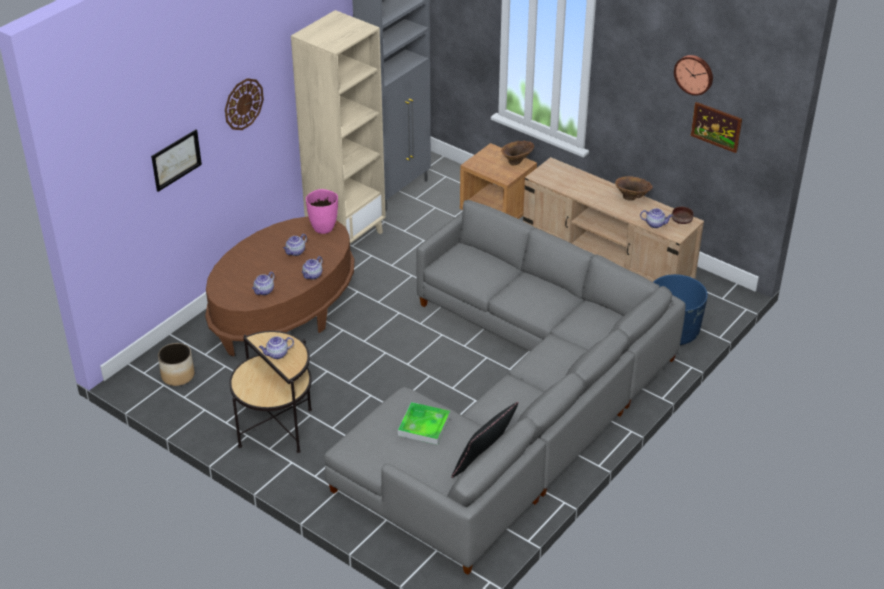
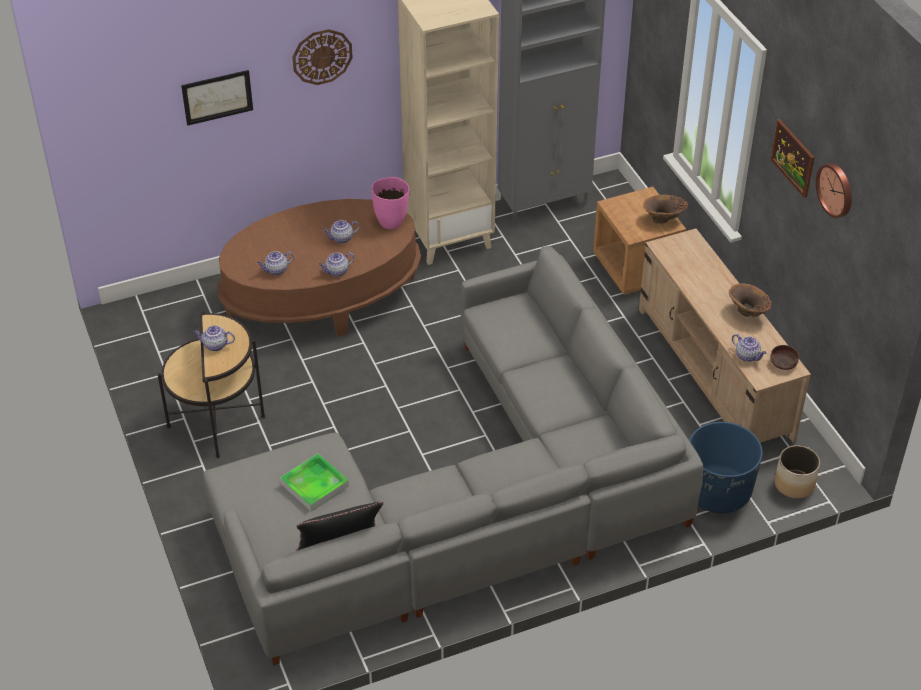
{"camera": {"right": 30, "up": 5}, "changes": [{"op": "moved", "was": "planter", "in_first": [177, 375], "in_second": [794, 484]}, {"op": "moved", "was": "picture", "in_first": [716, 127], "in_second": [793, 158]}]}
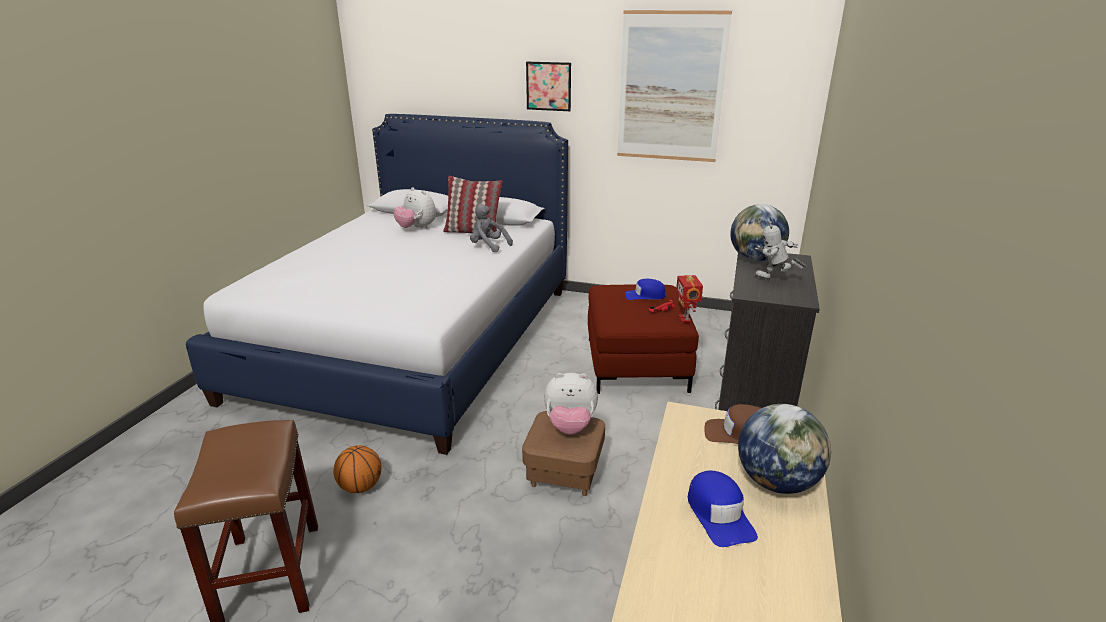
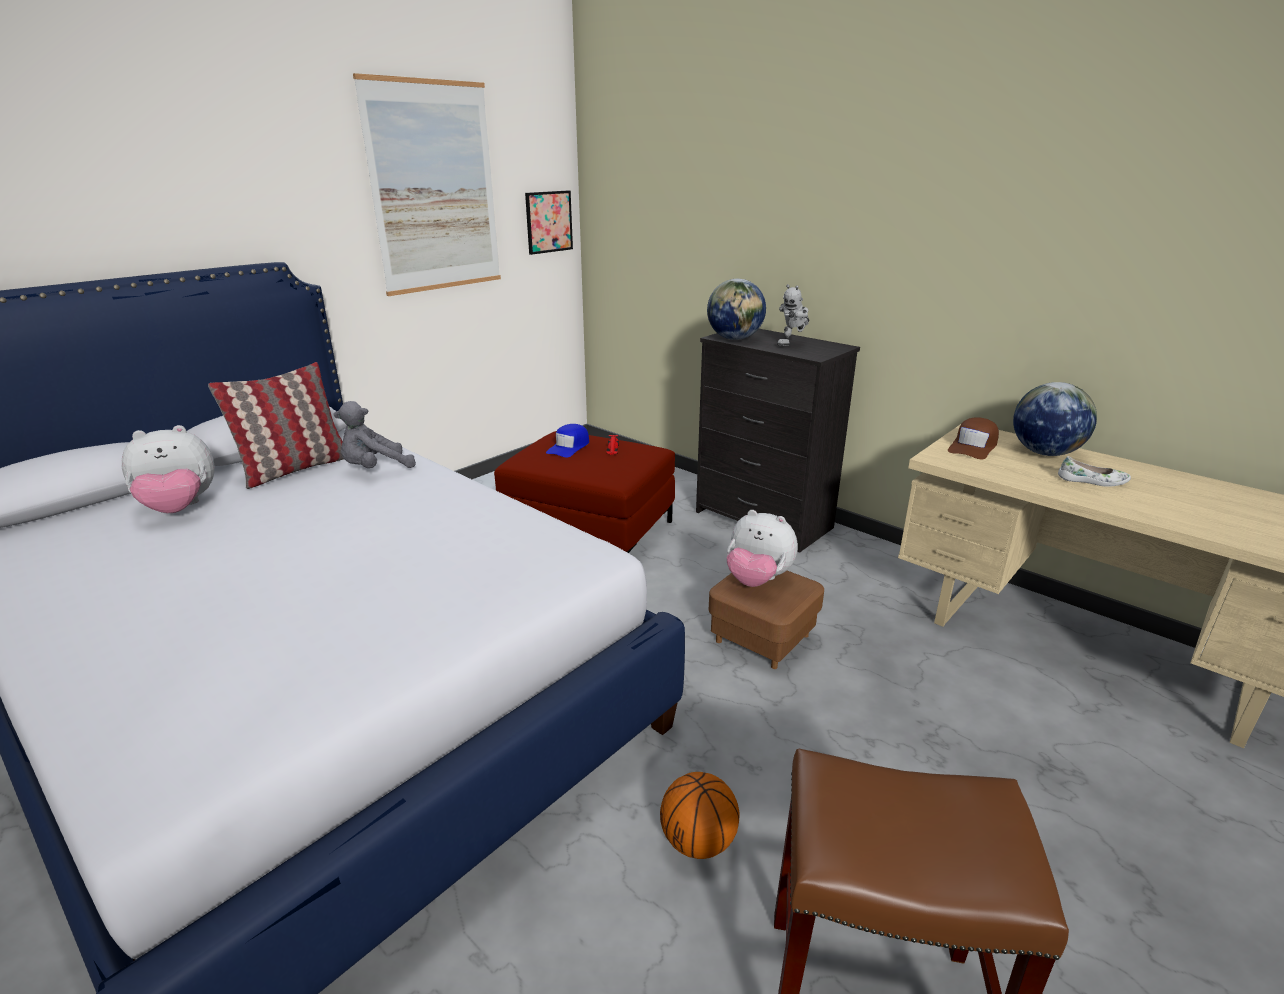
{"camera": {"right": -65, "up": 0}, "changes": [{"op": "moved", "was": "picture", "in_first": [548, 86], "in_second": [549, 222]}, {"op": "turned", "was": "plush toy", "in_first": [570, 426], "in_second": [757, 580], "clockwise": 90}, {"op": "removed", "was": "toy robot", "in_first": [685, 319]}, {"op": "replaced", "was": "cap in blue", "now": "shoe in white", "in_first": [719, 514], "in_second": [1092, 481]}]}
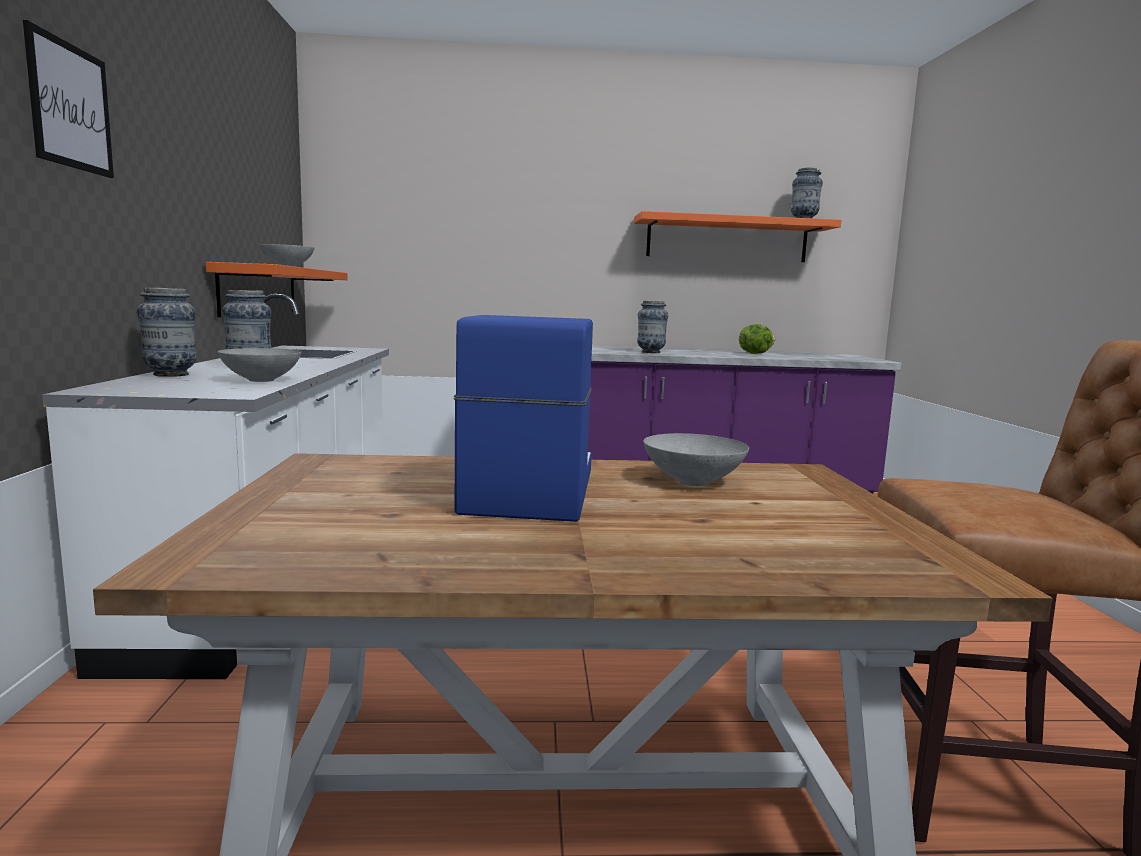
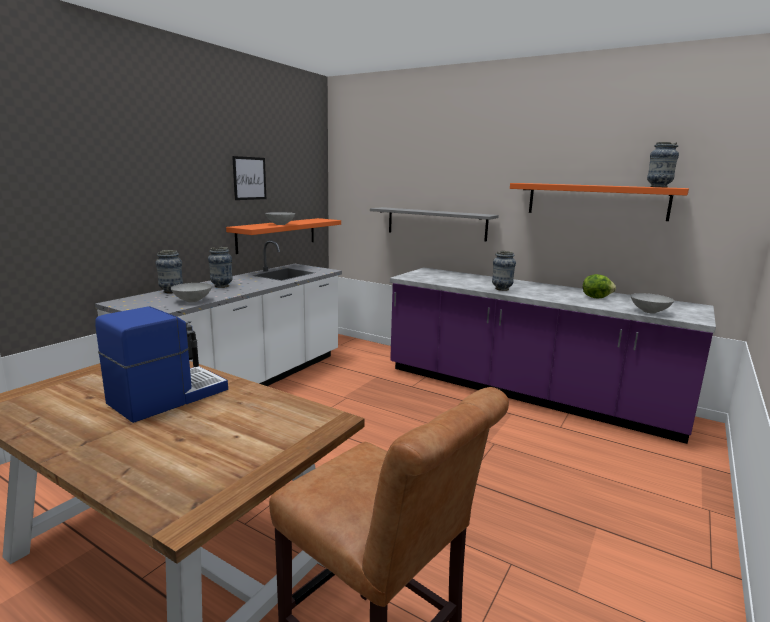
{"camera": {"right": 35, "up": 5}, "changes": [{"op": "moved", "was": "picture", "in_first": [70, 106], "in_second": [249, 178]}, {"op": "moved", "was": "bowl in grey", "in_first": [691, 482], "in_second": [648, 311]}, {"op": "added", "now": "shelf in grey", "in_second": [436, 223]}]}
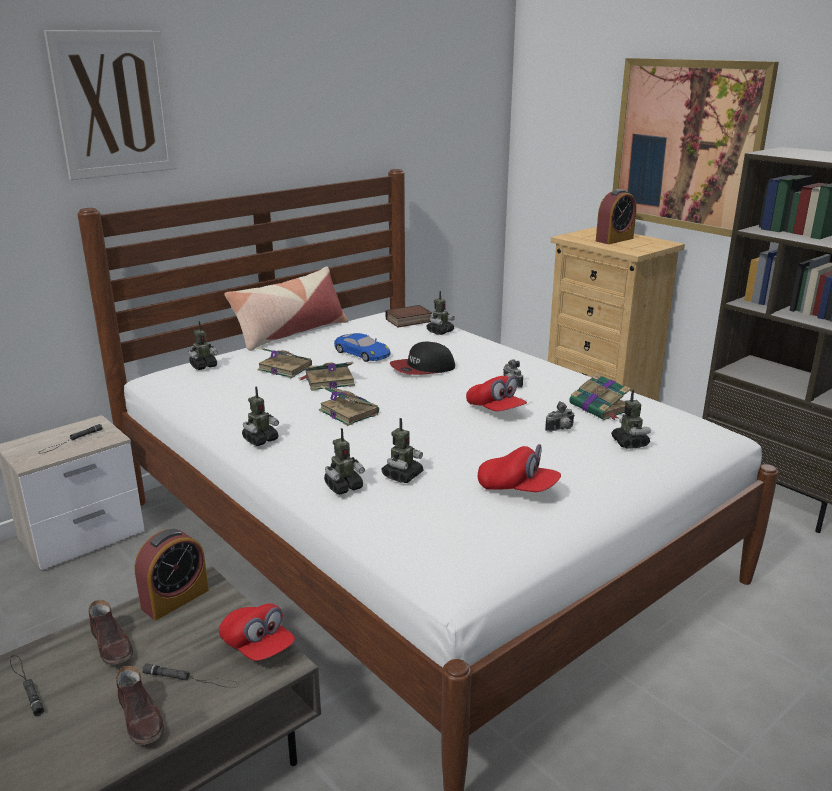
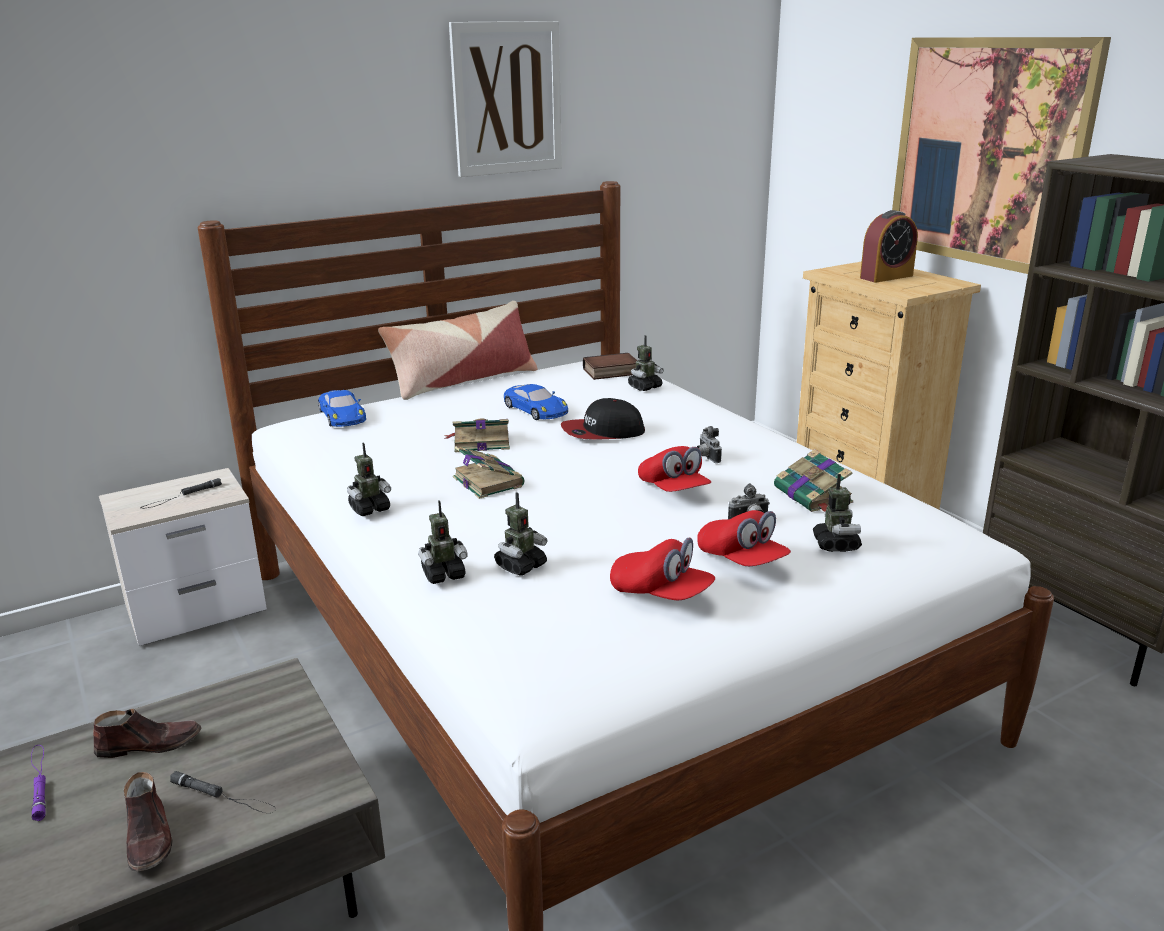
{"camera": {"right": 10, "up": 0}, "changes": [{"op": "recoloured", "was": "flashlight in black", "now": "flashlight in purple", "in_first": [26, 685], "in_second": [38, 781]}, {"op": "moved", "was": "picture", "in_first": [114, 104], "in_second": [507, 99]}, {"op": "turned", "was": "shoe in brown", "in_first": [112, 645], "in_second": [150, 744], "clockwise": -75}, {"op": "removed", "was": "alarm clock", "in_first": [175, 599]}, {"op": "replaced", "was": "toy robot", "now": "toy car in blue", "in_first": [203, 366], "in_second": [342, 416]}, {"op": "moved", "was": "cap in red", "in_first": [258, 646], "in_second": [742, 560]}, {"op": "removed", "was": "book", "in_first": [284, 368]}]}
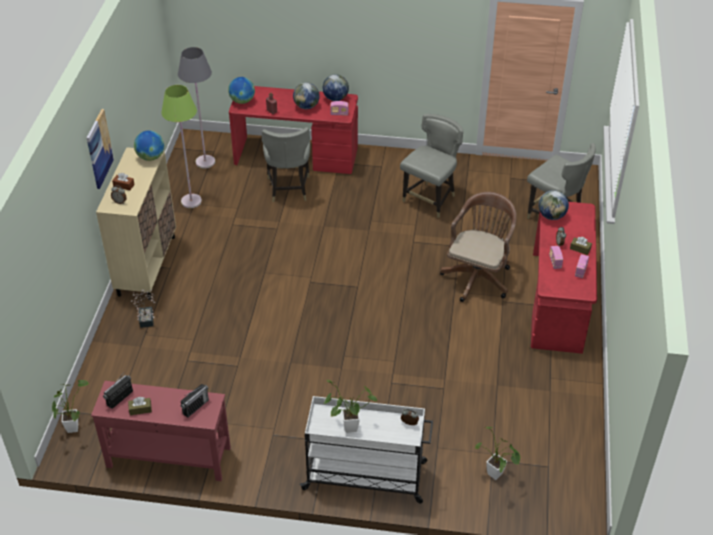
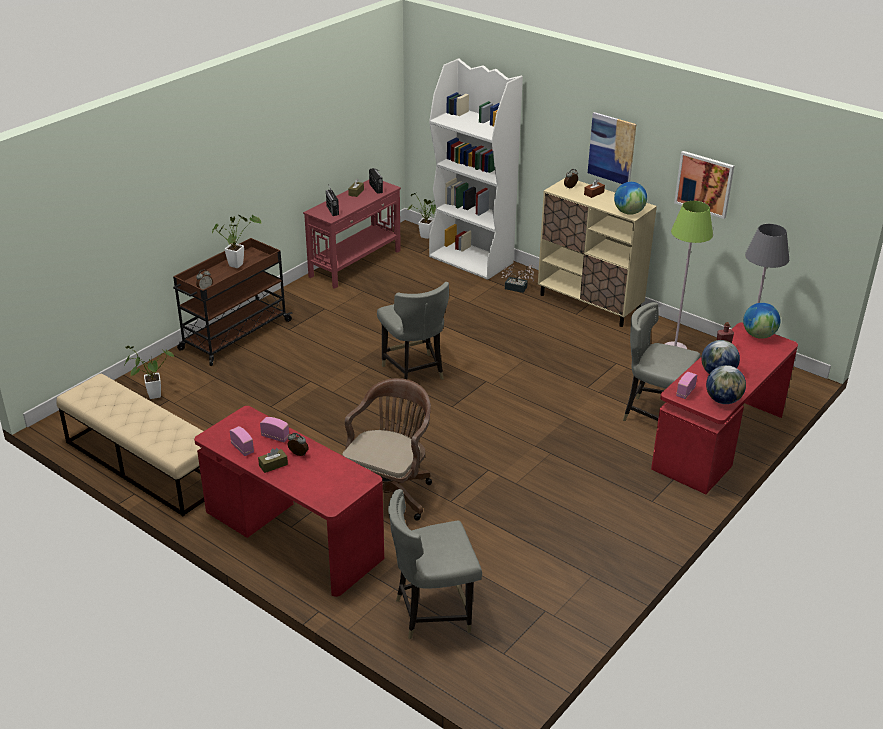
{"camera": {"right": 120, "up": -10}, "changes": [{"op": "recoloured", "was": "cart in white", "now": "cart in brown", "in_first": [366, 476], "in_second": [234, 335]}, {"op": "moved", "was": "chair in grey", "in_first": [430, 200], "in_second": [414, 371]}, {"op": "turned", "was": "office chair in brown", "in_first": [478, 276], "in_second": [389, 493], "clockwise": -120}, {"op": "removed", "was": "globe", "in_first": [551, 216]}, {"op": "added", "now": "bench in beige", "in_second": [143, 464]}, {"op": "added", "now": "bookcase in white", "in_second": [471, 260]}, {"op": "added", "now": "picture", "in_second": [704, 184]}]}
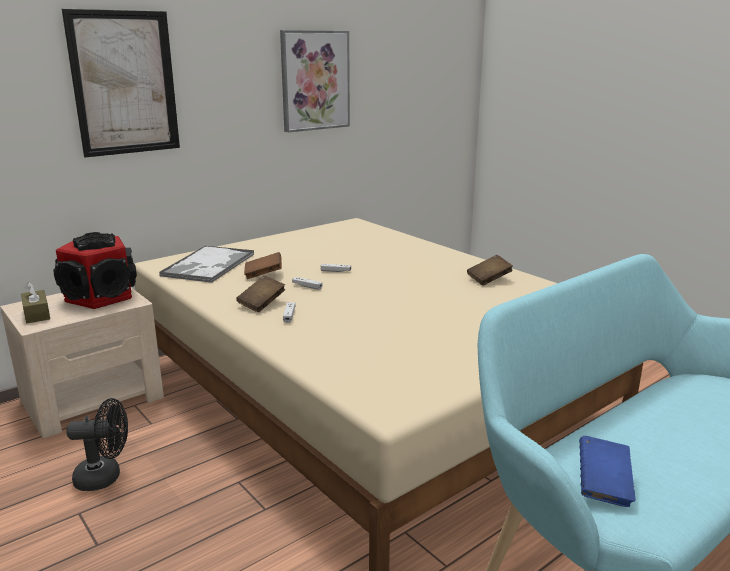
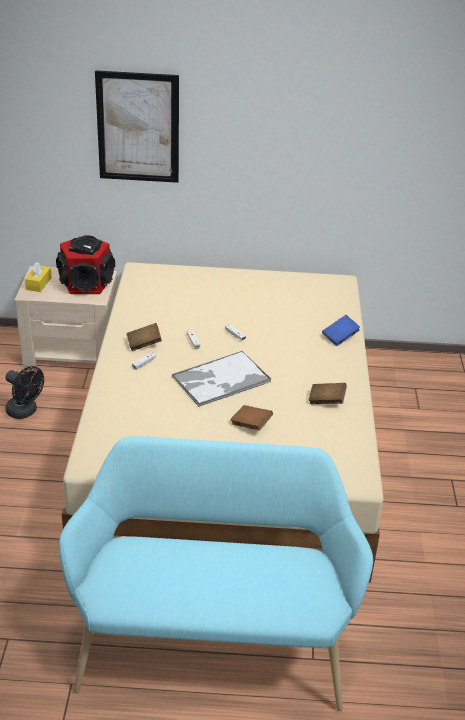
{"camera": {"right": 40, "up": 15}, "changes": [{"op": "recoloured", "was": "tissue box in brown", "now": "tissue box in yellow", "in_first": [37, 314], "in_second": [39, 283]}, {"op": "moved", "was": "tray", "in_first": [208, 265], "in_second": [220, 380]}, {"op": "moved", "was": "book in brown", "in_first": [263, 275], "in_second": [251, 425]}, {"op": "removed", "was": "picture", "in_first": [315, 80]}, {"op": "moved", "was": "book in blue", "in_first": [603, 485], "in_second": [340, 337]}]}
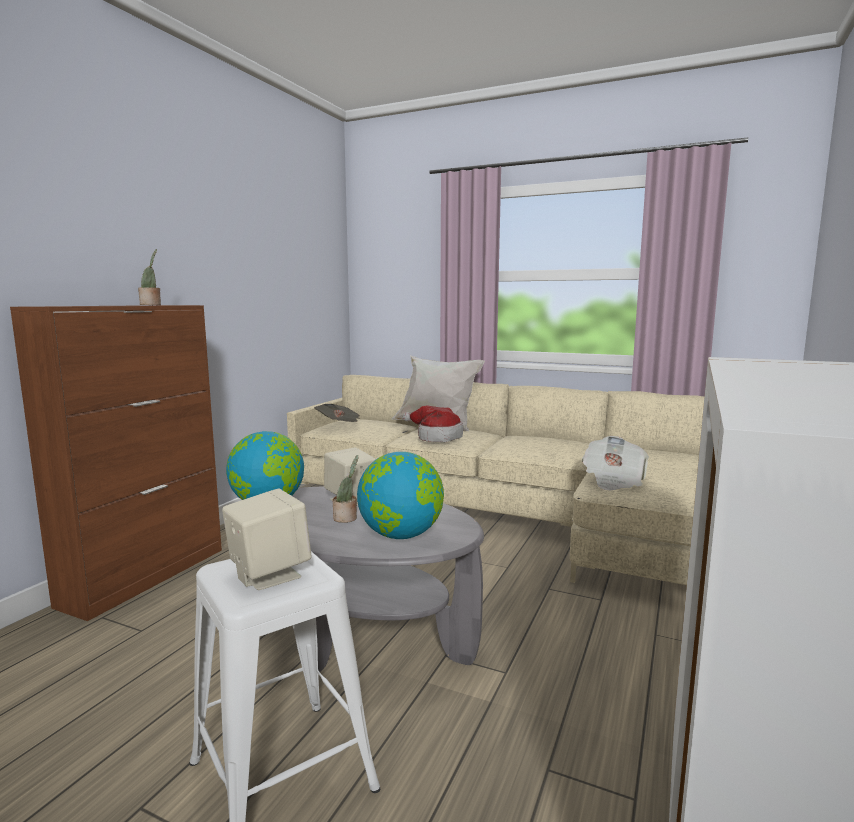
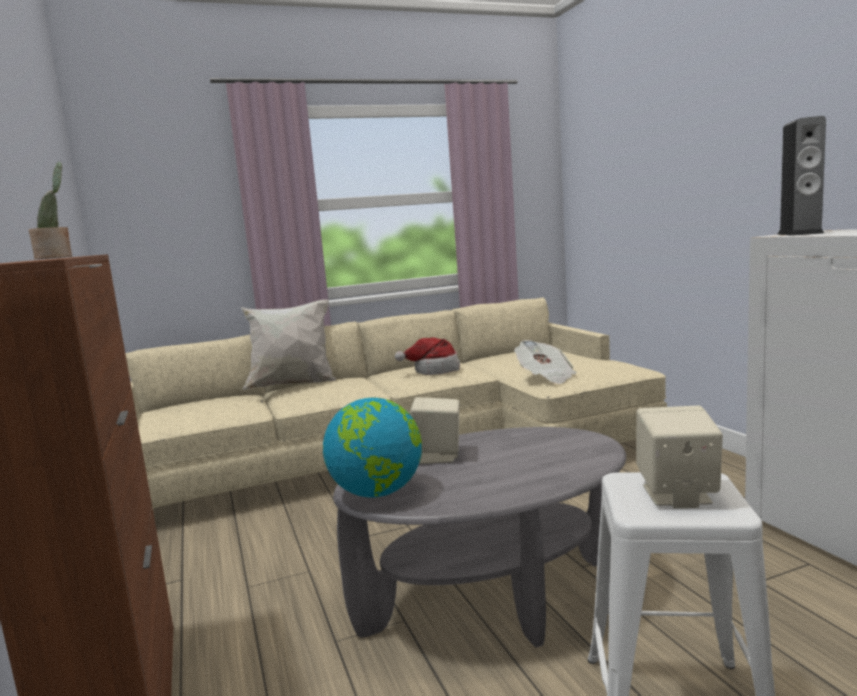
{"camera": {"right": -45, "up": 0}, "changes": [{"op": "removed", "was": "newspaper", "in_first": [339, 426]}, {"op": "removed", "was": "potted plant", "in_first": [346, 518]}, {"op": "removed", "was": "globe", "in_first": [401, 535]}, {"op": "moved", "was": "hat", "in_first": [436, 437], "in_second": [434, 370]}, {"op": "added", "now": "speaker", "in_second": [800, 233]}]}
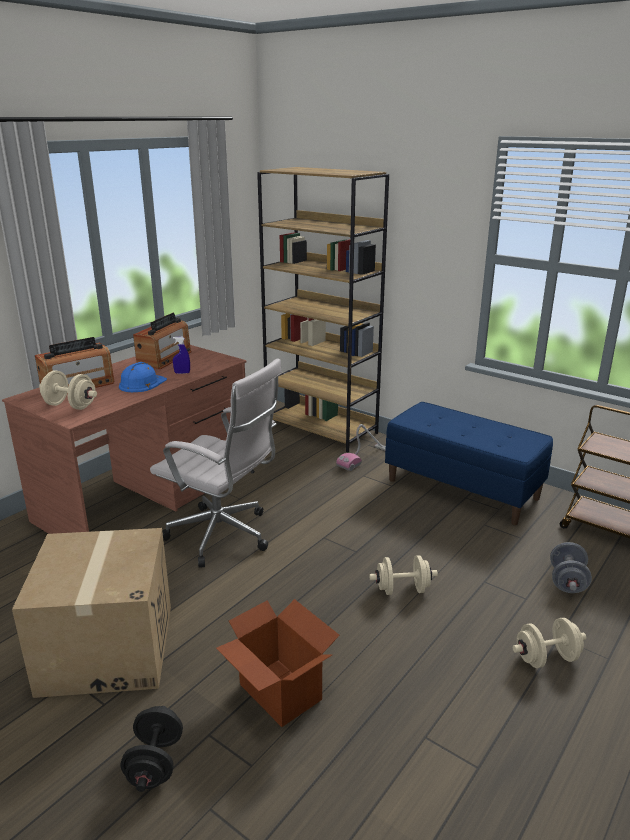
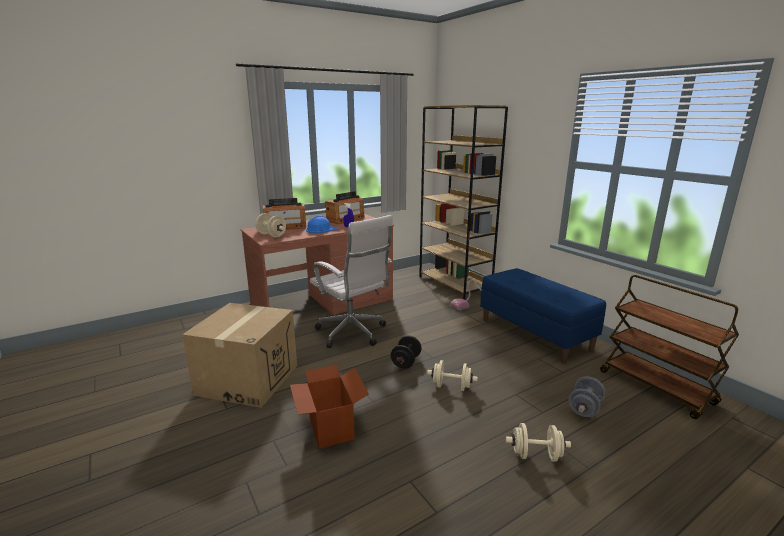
{"camera": {"right": 20, "up": -5}, "changes": [{"op": "moved", "was": "dumbbell in black", "in_first": [155, 763], "in_second": [406, 362]}]}
